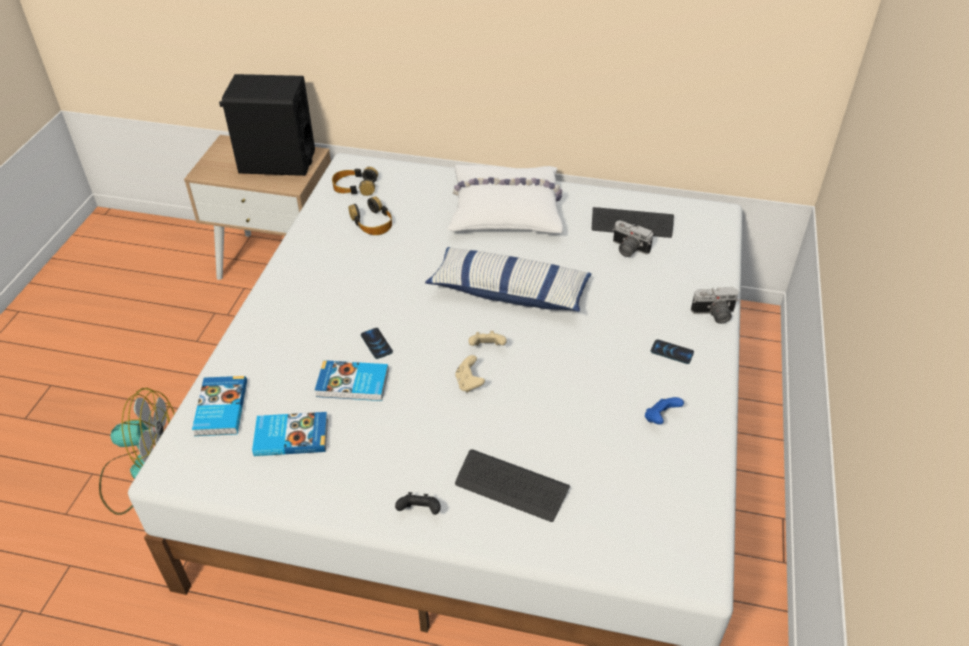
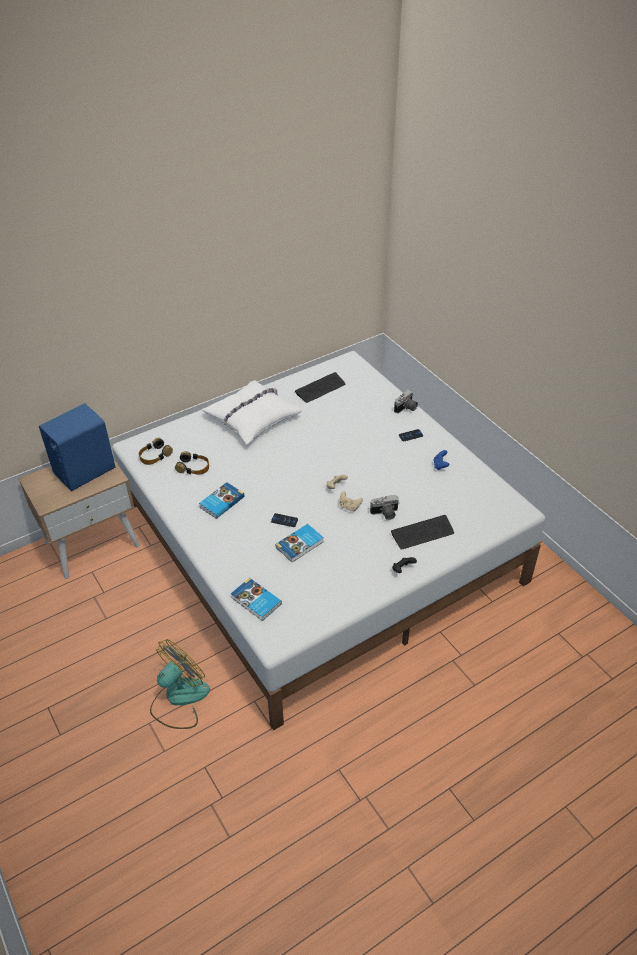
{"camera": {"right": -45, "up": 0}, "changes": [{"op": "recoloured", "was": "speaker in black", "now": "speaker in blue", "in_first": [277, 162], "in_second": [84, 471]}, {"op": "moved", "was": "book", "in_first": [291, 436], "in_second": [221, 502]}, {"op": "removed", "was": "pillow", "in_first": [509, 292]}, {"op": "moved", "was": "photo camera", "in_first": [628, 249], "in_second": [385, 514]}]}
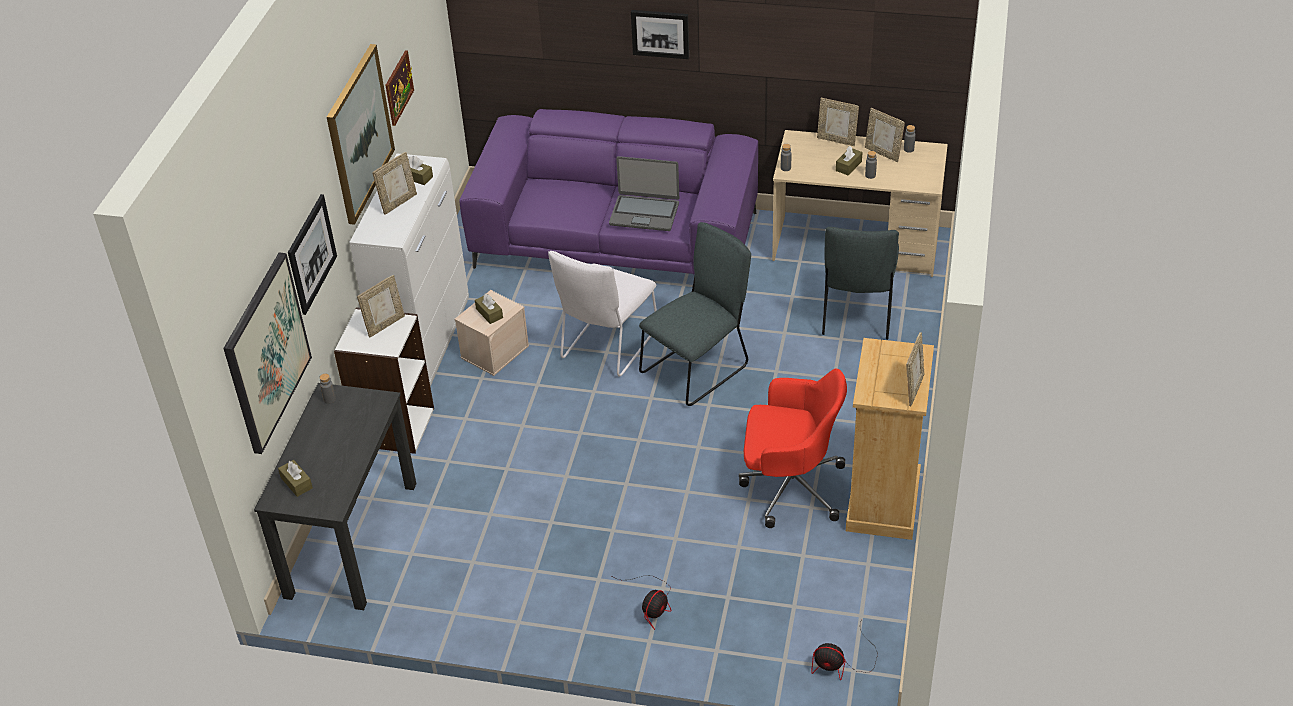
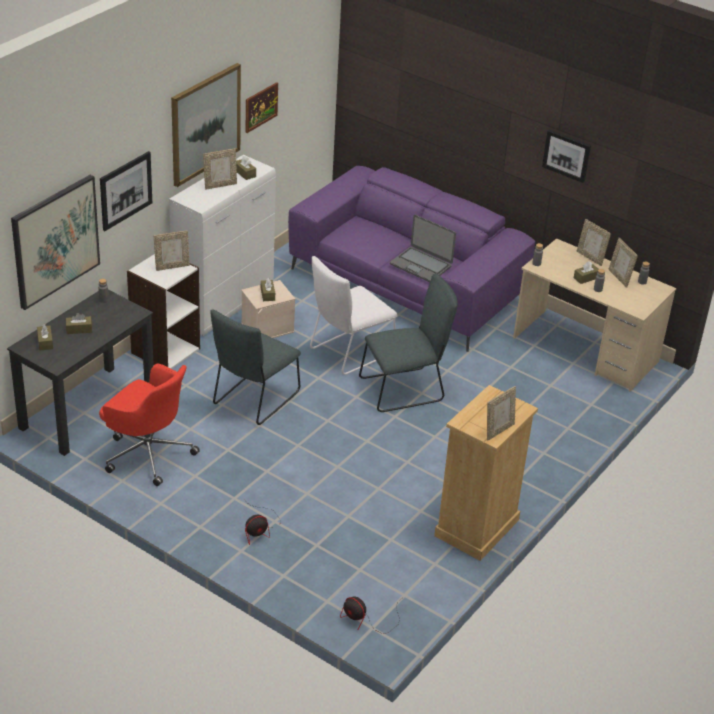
{"camera": {"right": 20, "up": -5}, "changes": [{"op": "moved", "was": "picture", "in_first": [660, 33], "in_second": [567, 155]}, {"op": "moved", "was": "office chair in red", "in_first": [790, 486], "in_second": [147, 452]}, {"op": "moved", "was": "chair in grey", "in_first": [856, 315], "in_second": [253, 400]}, {"op": "added", "now": "tissue box in brown", "in_second": [79, 329]}]}
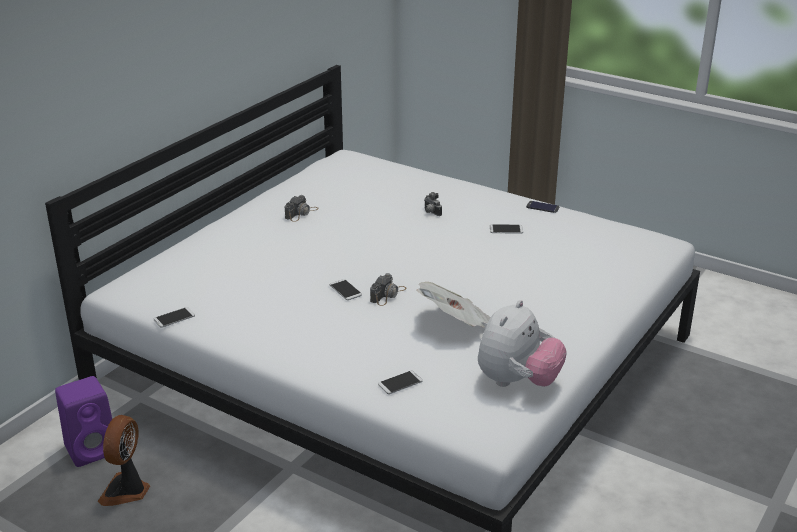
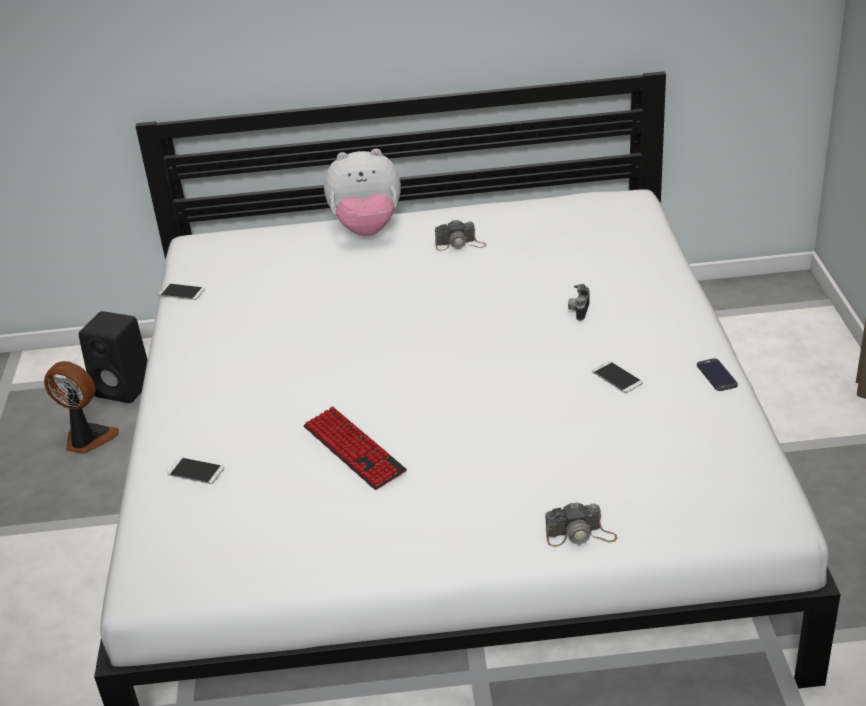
{"camera": {"right": 55, "up": 5}, "changes": [{"op": "recoloured", "was": "speaker in purple", "now": "speaker in black", "in_first": [93, 449], "in_second": [125, 388]}, {"op": "turned", "was": "fan", "in_first": [126, 491], "in_second": [87, 439], "clockwise": 45}, {"op": "removed", "was": "phone", "in_first": [345, 290]}, {"op": "moved", "was": "photo camera", "in_first": [388, 294], "in_second": [580, 535]}, {"op": "replaced", "was": "newspaper", "now": "keyboard", "in_first": [457, 324], "in_second": [354, 450]}, {"op": "moved", "was": "plush toy", "in_first": [517, 382], "in_second": [367, 229]}]}
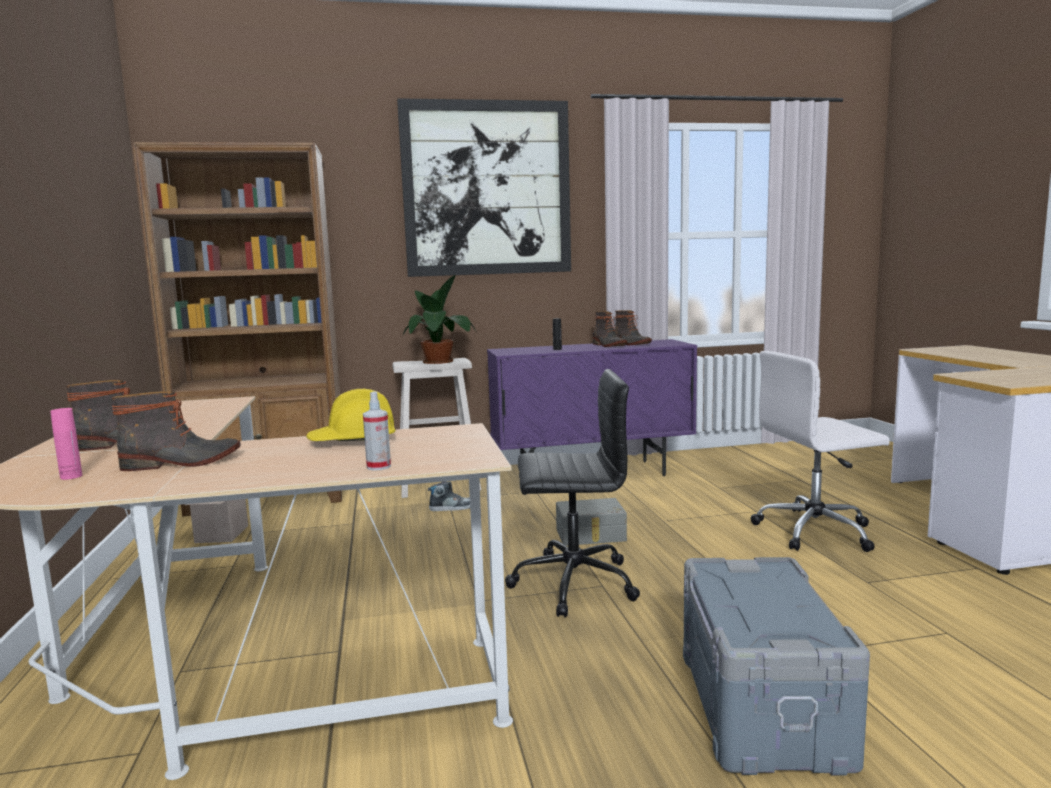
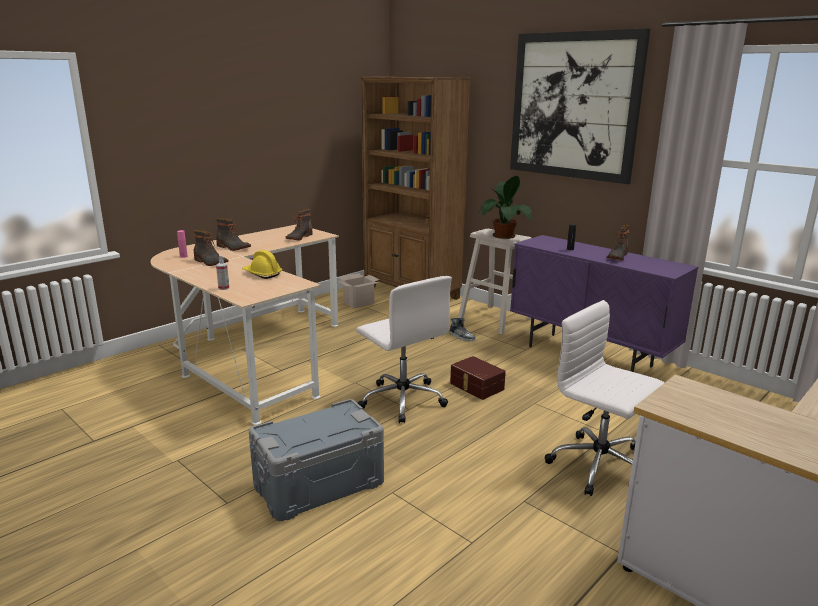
{"camera": {"right": 55, "up": 10}, "changes": [{"op": "recoloured", "was": "office chair in black", "now": "office chair in white", "in_first": [571, 583], "in_second": [402, 399]}, {"op": "recoloured", "was": "storage box in grey", "now": "storage box in brown", "in_first": [591, 535], "in_second": [476, 387]}, {"op": "moved", "was": "boot", "in_first": [630, 344], "in_second": [298, 237]}]}
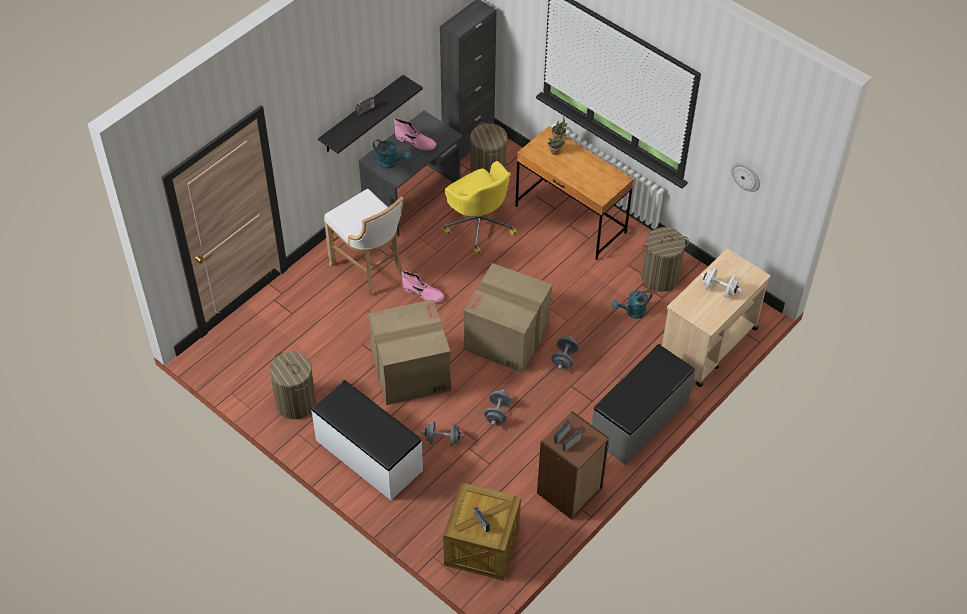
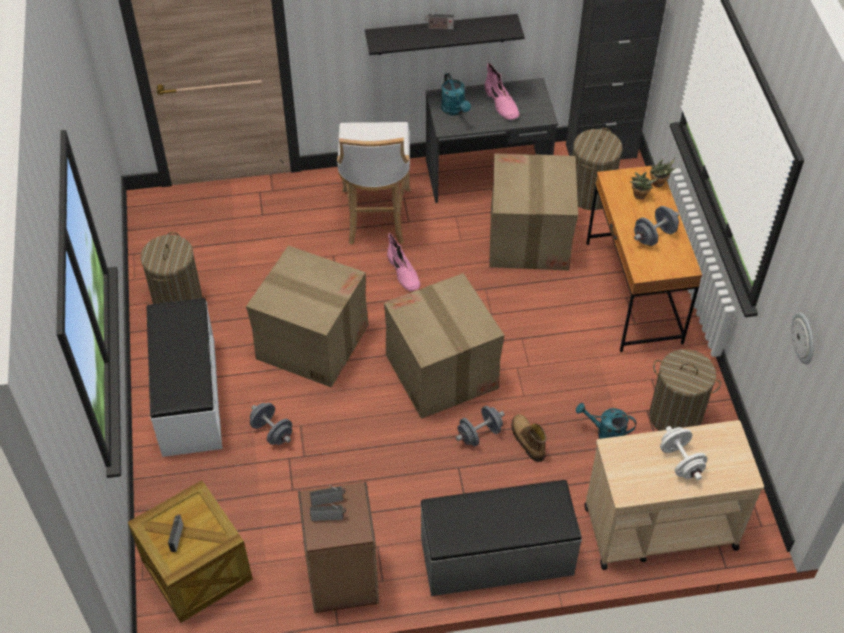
{"camera": {"right": 40, "up": 0}, "changes": [{"op": "replaced", "was": "office chair in yellow", "now": "cardboard box", "in_first": [479, 224], "in_second": [529, 239]}, {"op": "moved", "was": "dumbbell in grey", "in_first": [497, 414], "in_second": [654, 235]}, {"op": "added", "now": "boot", "in_second": [527, 440]}]}
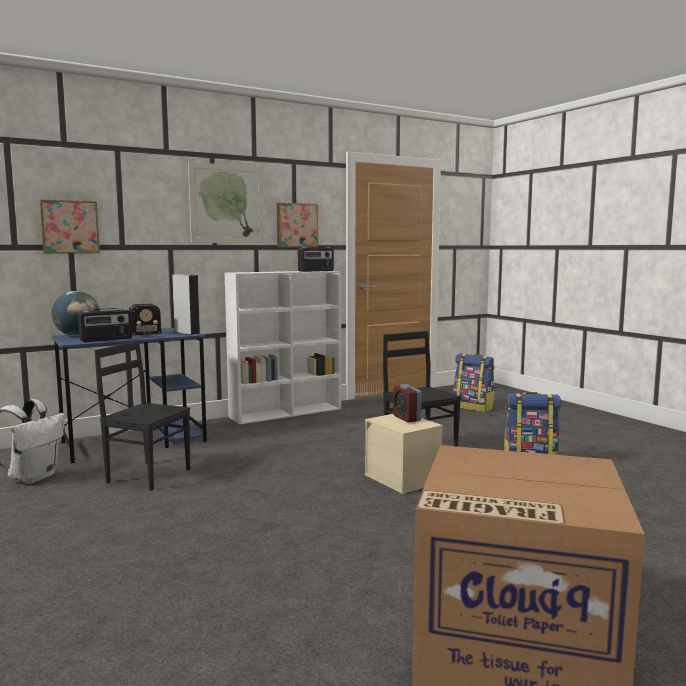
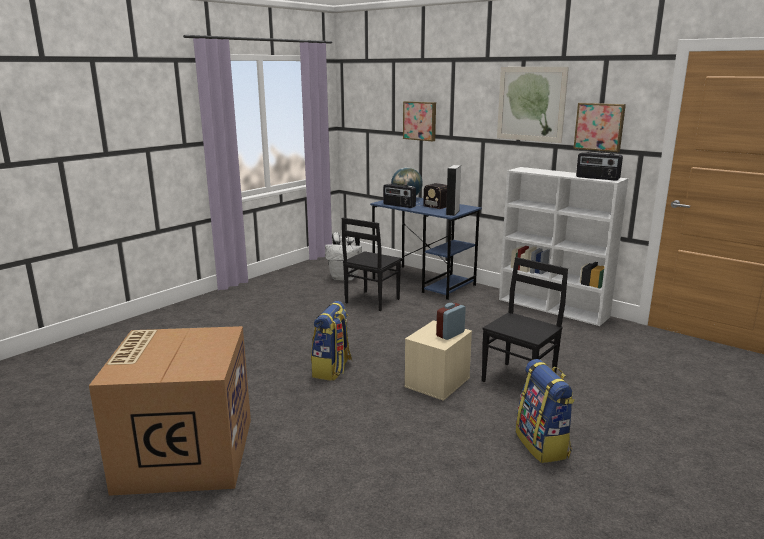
{"camera": {"right": 70, "up": 10}, "changes": [{"op": "turned", "was": "chair in black", "in_first": [148, 475], "in_second": [371, 301], "clockwise": -150}, {"op": "moved", "was": "backpack", "in_first": [474, 407], "in_second": [332, 369]}]}
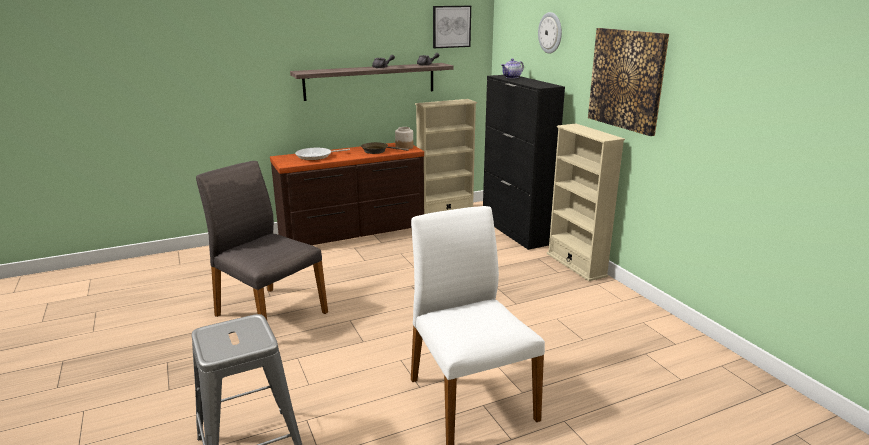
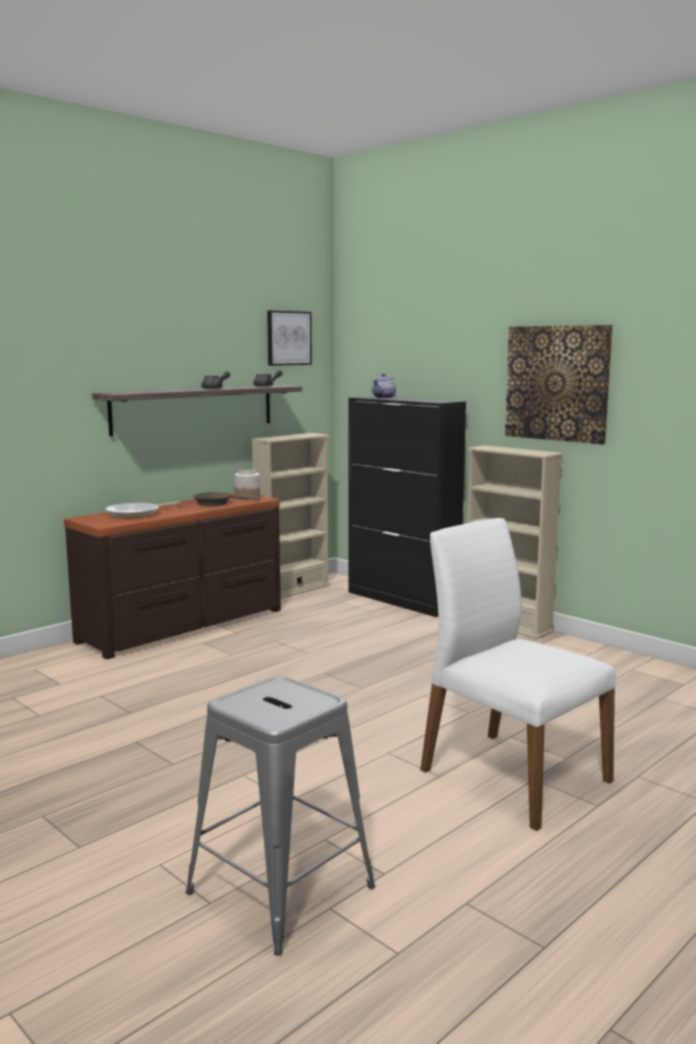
{"camera": {"right": -20, "up": -10}, "changes": [{"op": "removed", "was": "chair in grey", "in_first": [269, 314]}, {"op": "removed", "was": "wall clock", "in_first": [550, 33]}]}
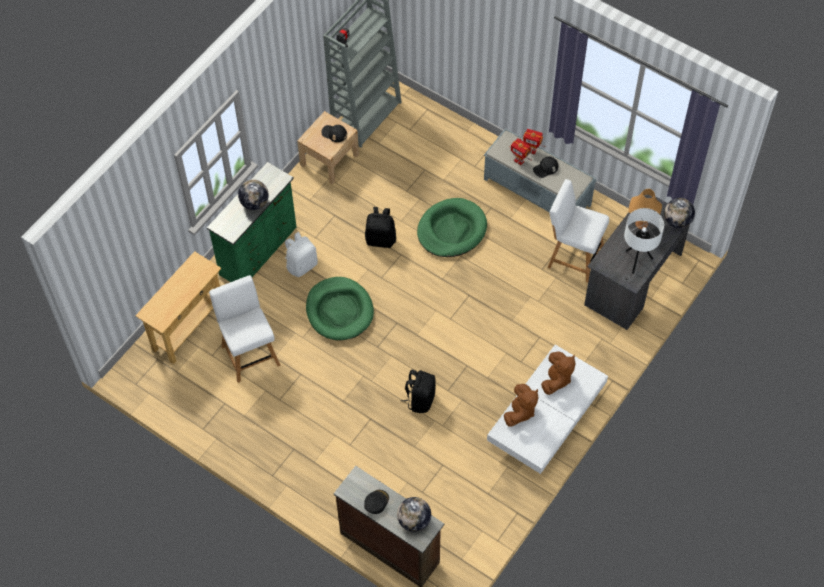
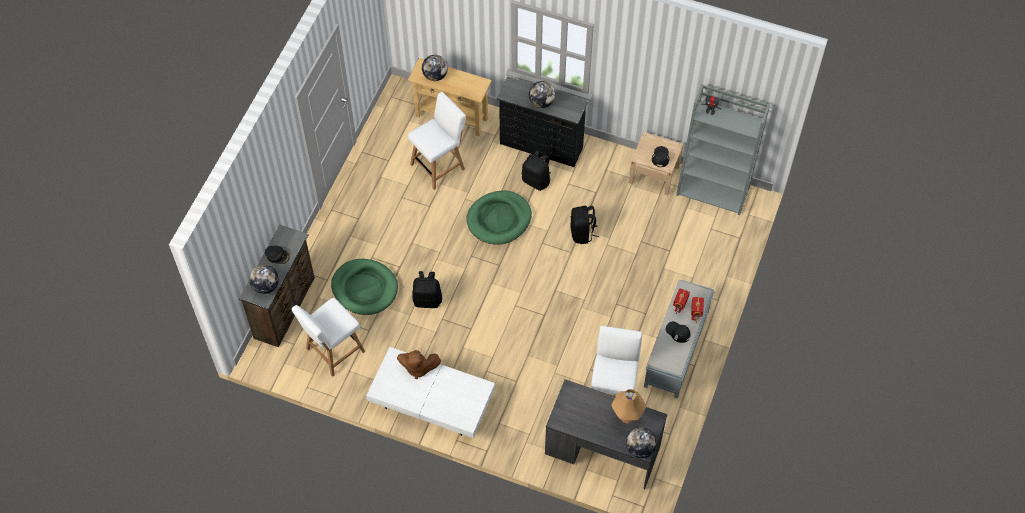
{"camera": {"right": 75, "up": 0}, "changes": [{"op": "recoloured", "was": "dresser in green", "now": "dresser in black", "in_first": [259, 251], "in_second": [541, 147]}, {"op": "recoloured", "was": "backpack in white", "now": "backpack in black", "in_first": [301, 265], "in_second": [536, 180]}, {"op": "moved", "was": "dog bed in green", "in_first": [451, 230], "in_second": [365, 288]}, {"op": "removed", "was": "plush toy in brown", "in_first": [556, 379]}, {"op": "removed", "was": "table lamp in white", "in_first": [636, 262]}, {"op": "added", "now": "chair in white", "in_second": [333, 351]}, {"op": "added", "now": "globe", "in_second": [435, 76]}]}
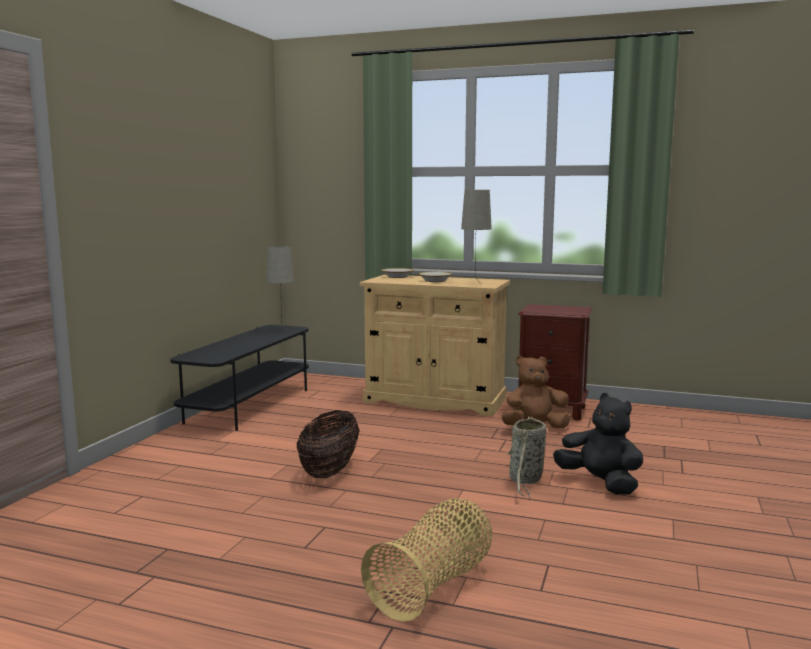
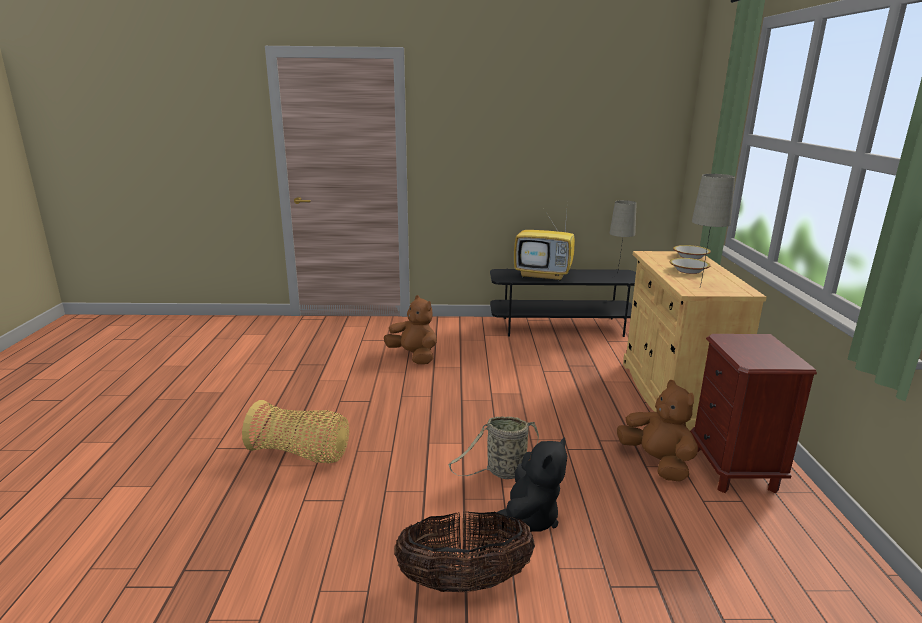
{"camera": {"right": 70, "up": 10}, "changes": [{"op": "moved", "was": "basket", "in_first": [329, 471], "in_second": [464, 582]}, {"op": "added", "now": "plush toy in brown", "in_second": [414, 356]}, {"op": "added", "now": "television", "in_second": [544, 275]}]}
